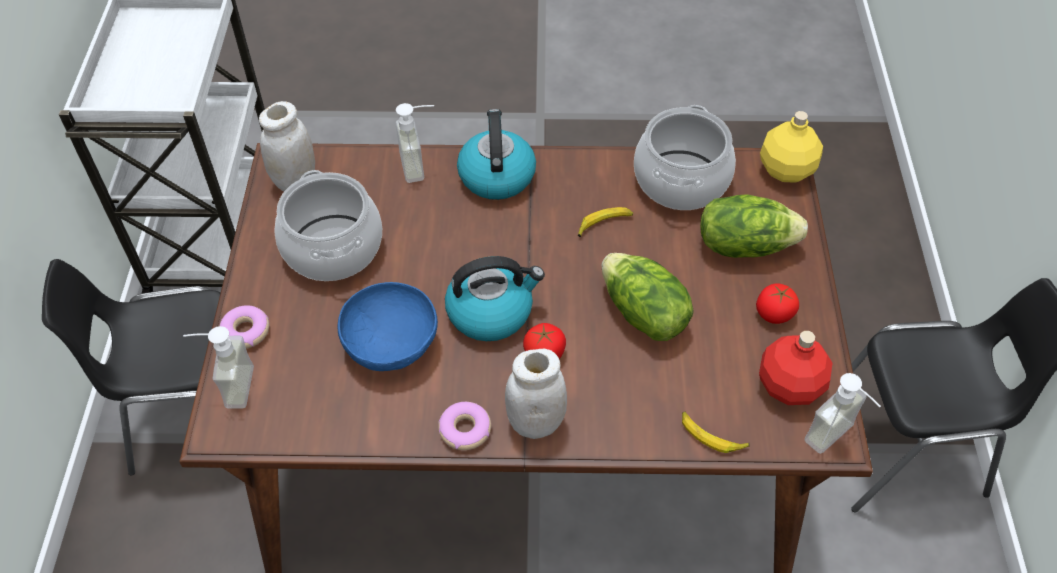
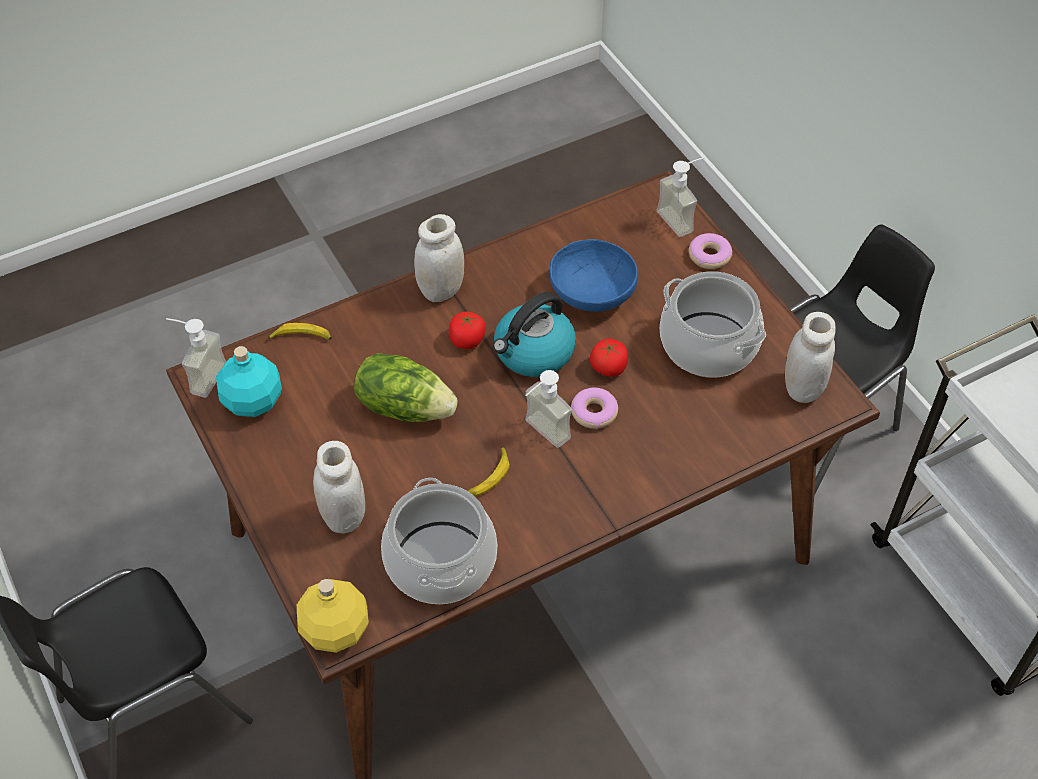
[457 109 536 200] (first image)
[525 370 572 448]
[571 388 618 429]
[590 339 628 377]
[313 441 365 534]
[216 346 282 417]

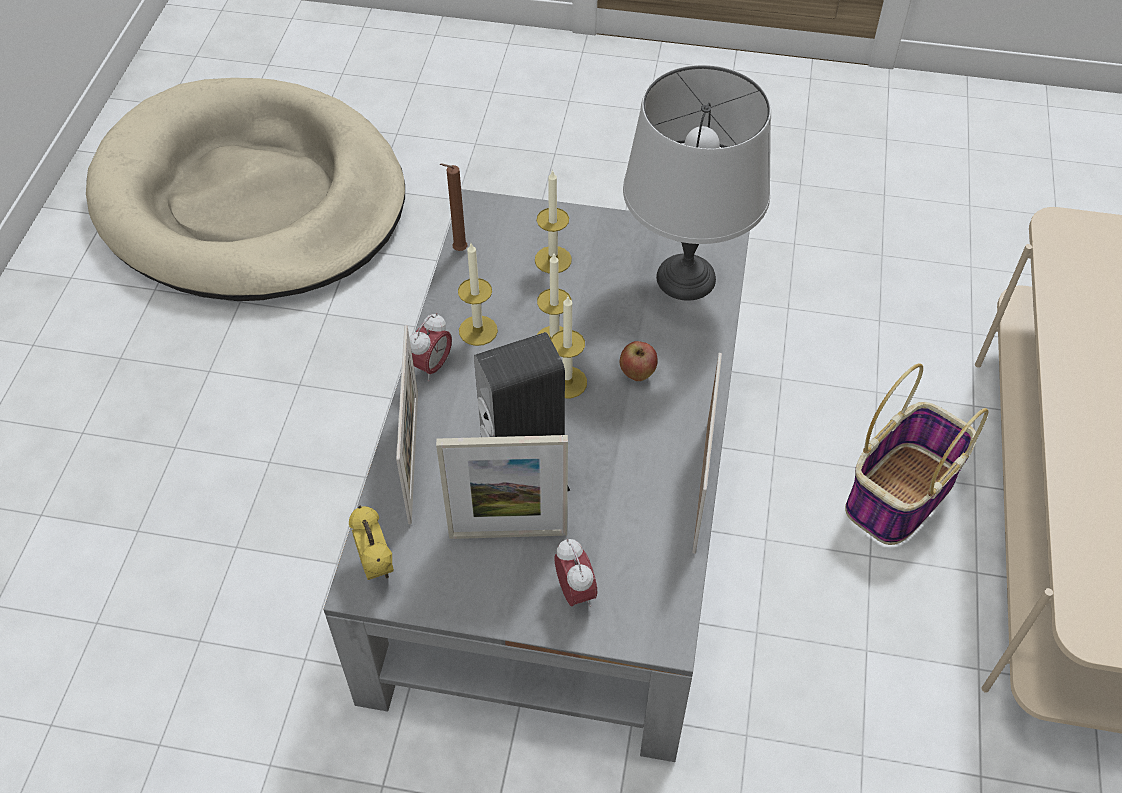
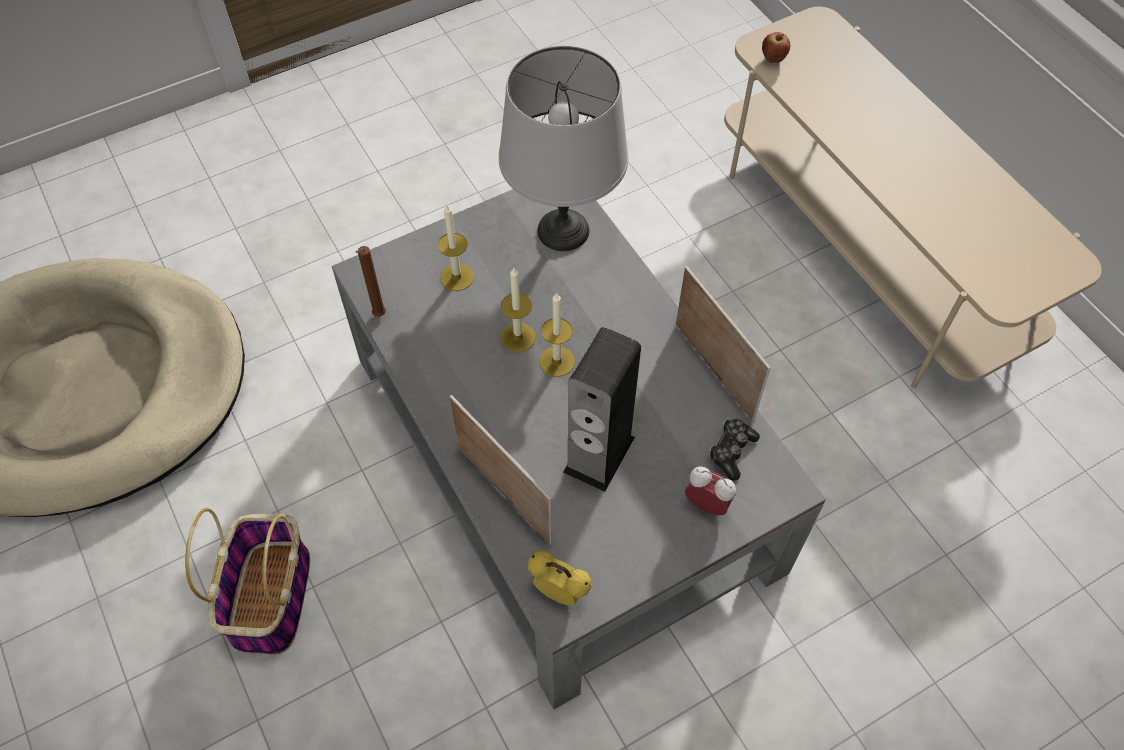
[409 313 452 382] (first image)
[436 435 568 539] (first image)
[458 243 498 346] (first image)
[709 419 760 481]
[762 32 790 63]
[185 508 310 655]

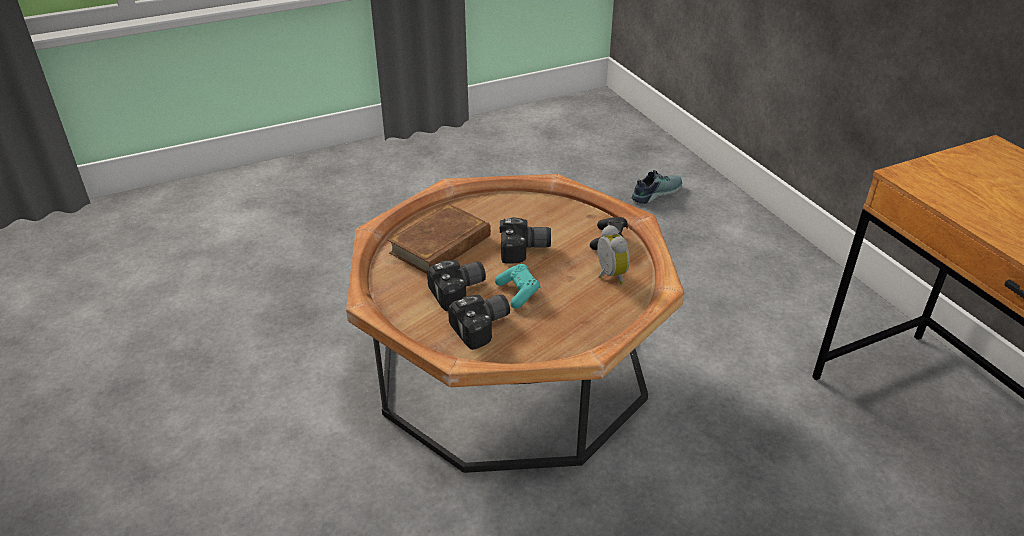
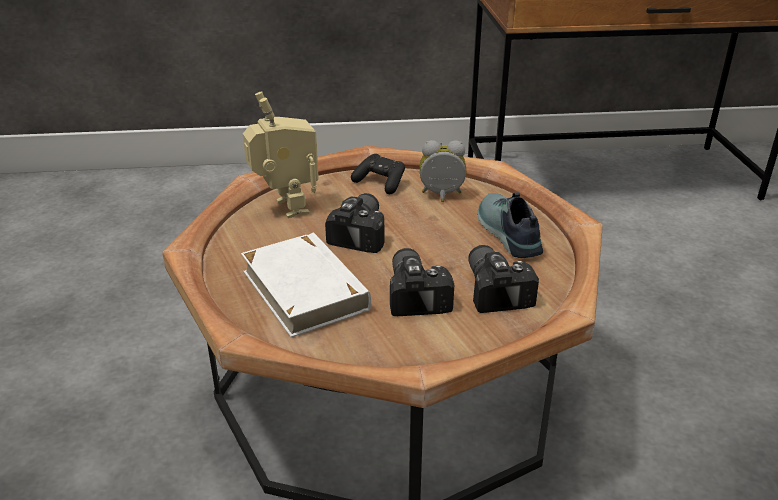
[495 264 541 308] (first image)
[243 91 319 218]
[477 192 543 258]
[241 233 371 337]

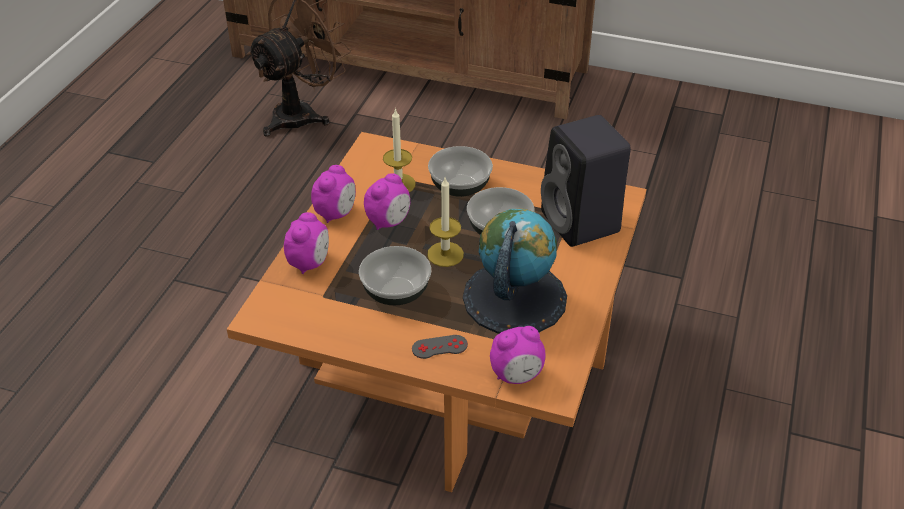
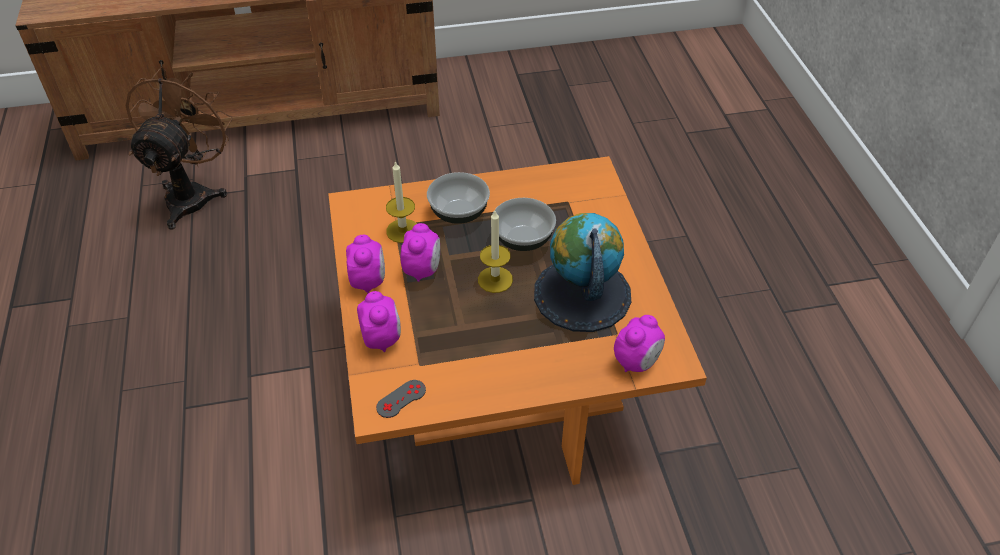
[359 246 431 305] (first image)
[541 115 631 247] (first image)
[376 380 426 418]

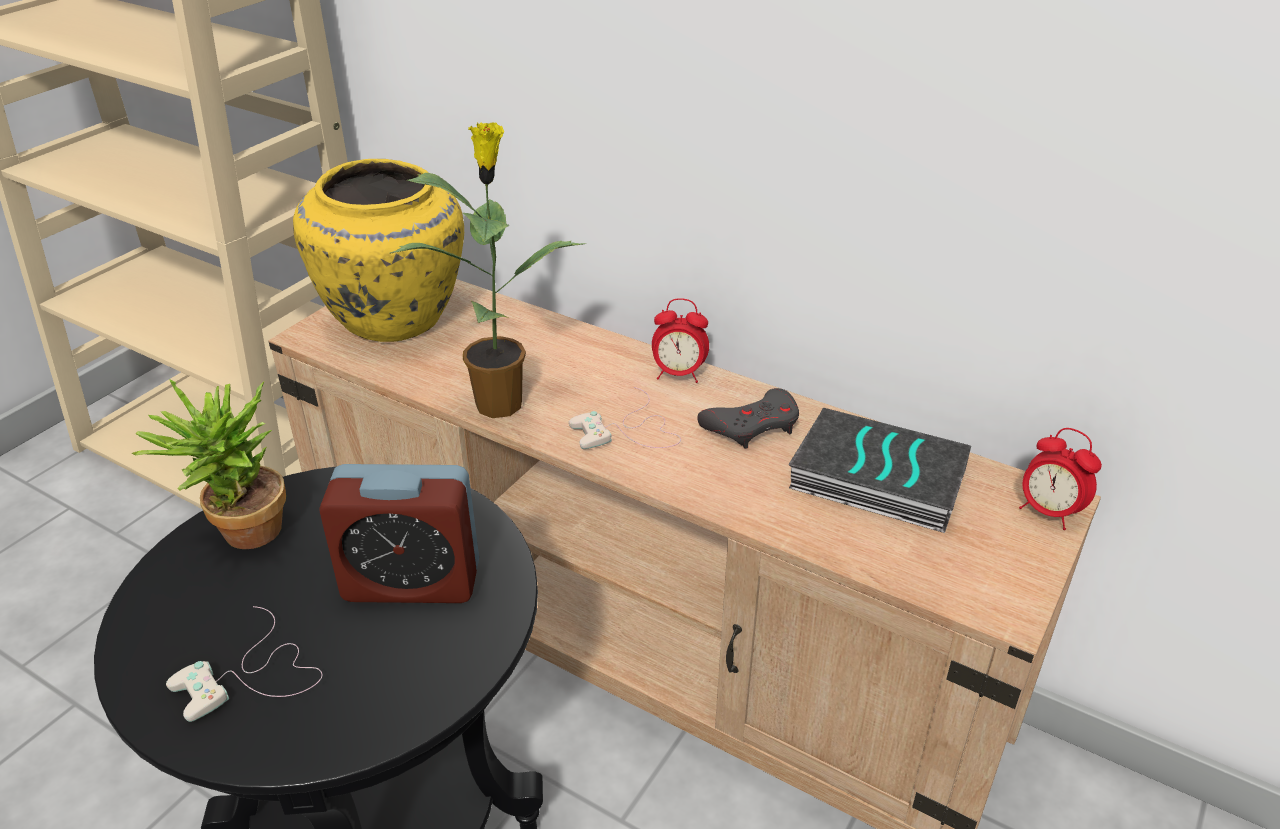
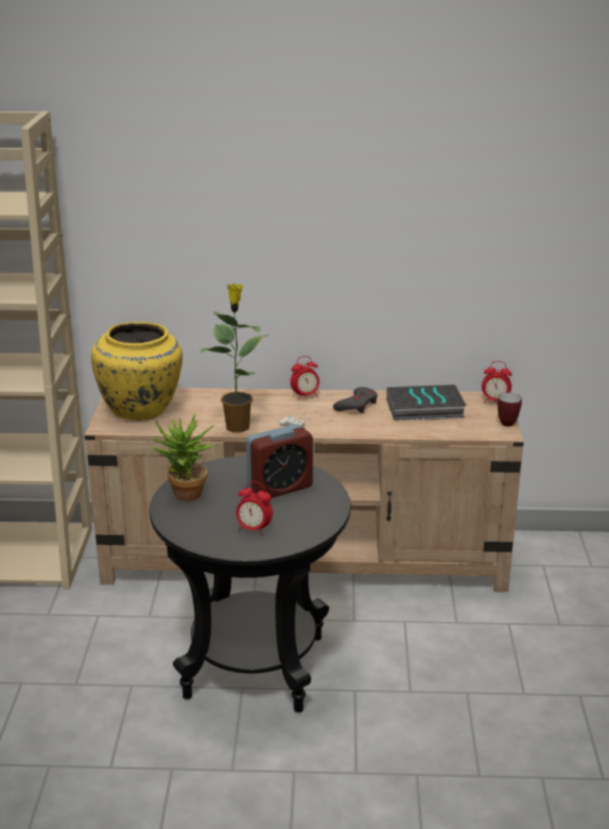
[497 393 522 427]
[236 481 273 536]

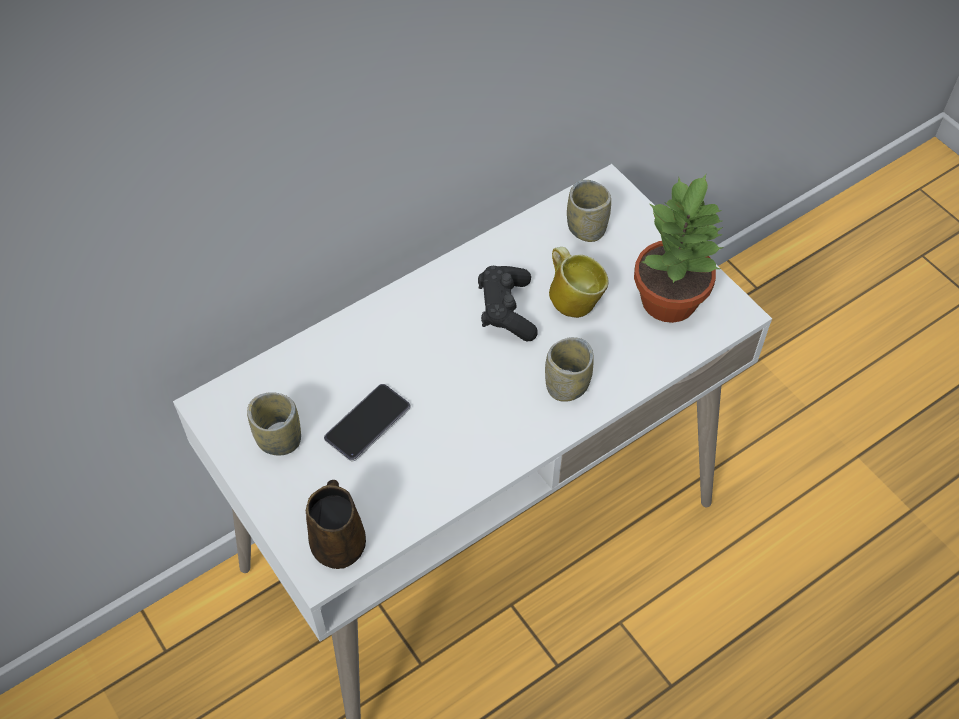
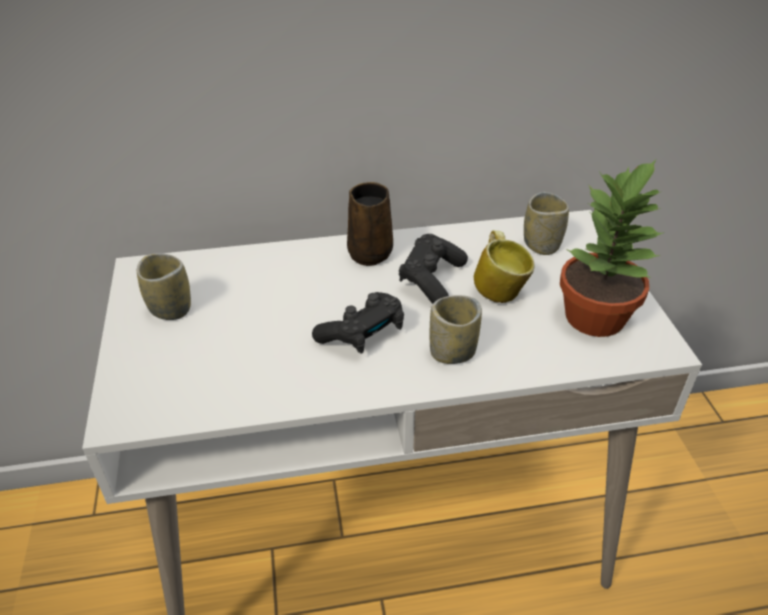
[324 384 411 461] (first image)
[312 292 404 354]
[347 182 393 266]

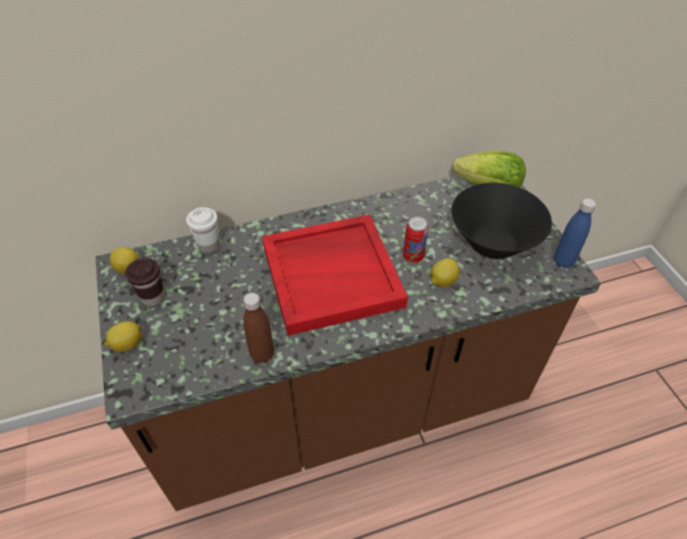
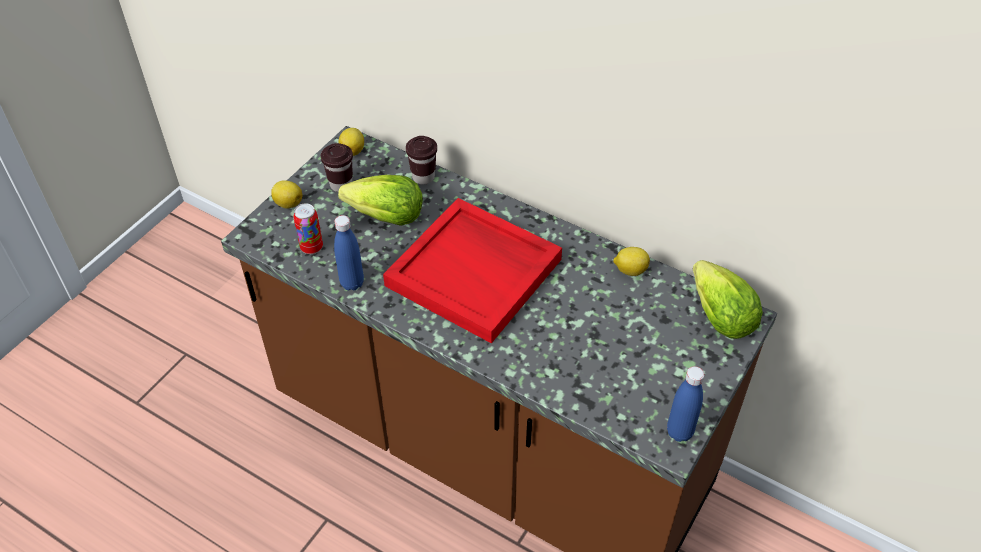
[451 183 552 259] (first image)
[338 175 423 226]
[293 203 323 254]
[613 247 650 276]
[406 136 437 184]
[334 215 364 291]

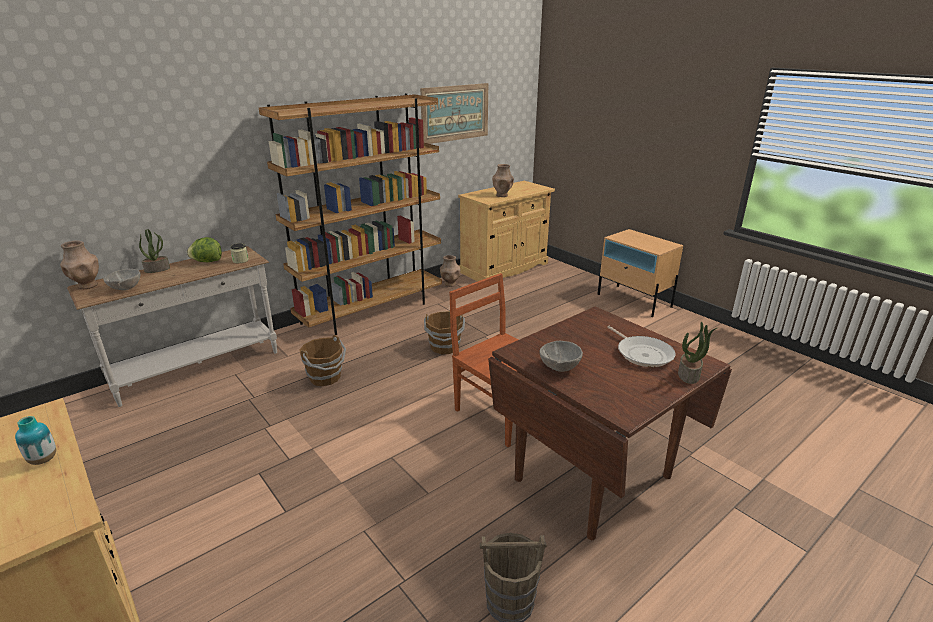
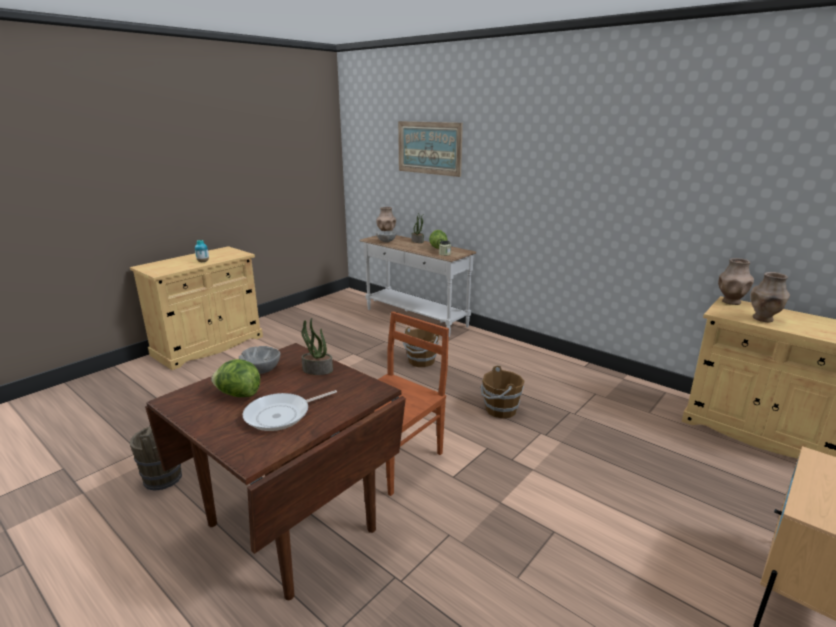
[259 93 442 335] (first image)
[211 359 260 397]
[398 121 463 177]
[718 258 754 305]
[301 318 333 375]

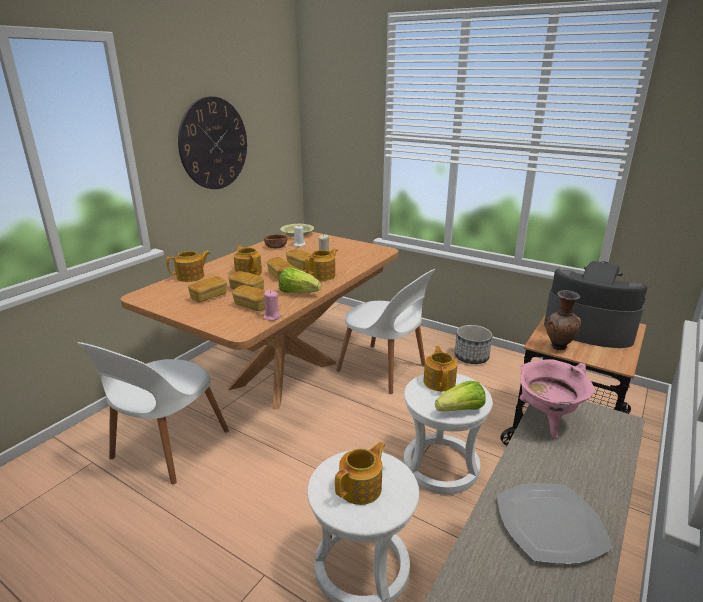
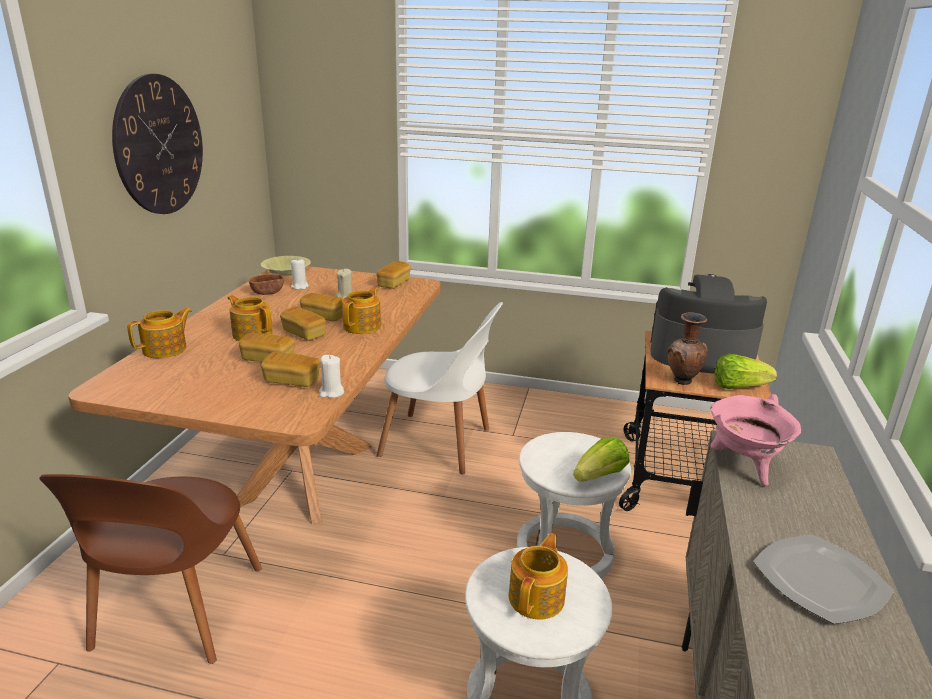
[423 346 458 391] (first image)
[455 325 492 364] (first image)
[376 261 411 289]
[714 354 777 389]
[39 474 262 664]
[319 355 344 398]

